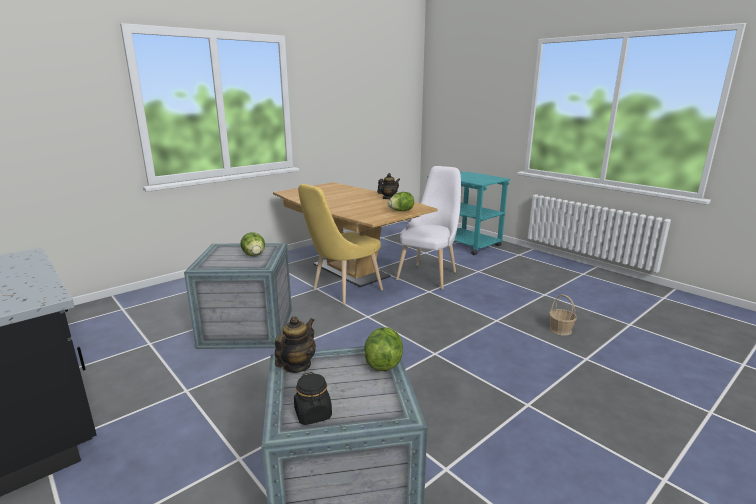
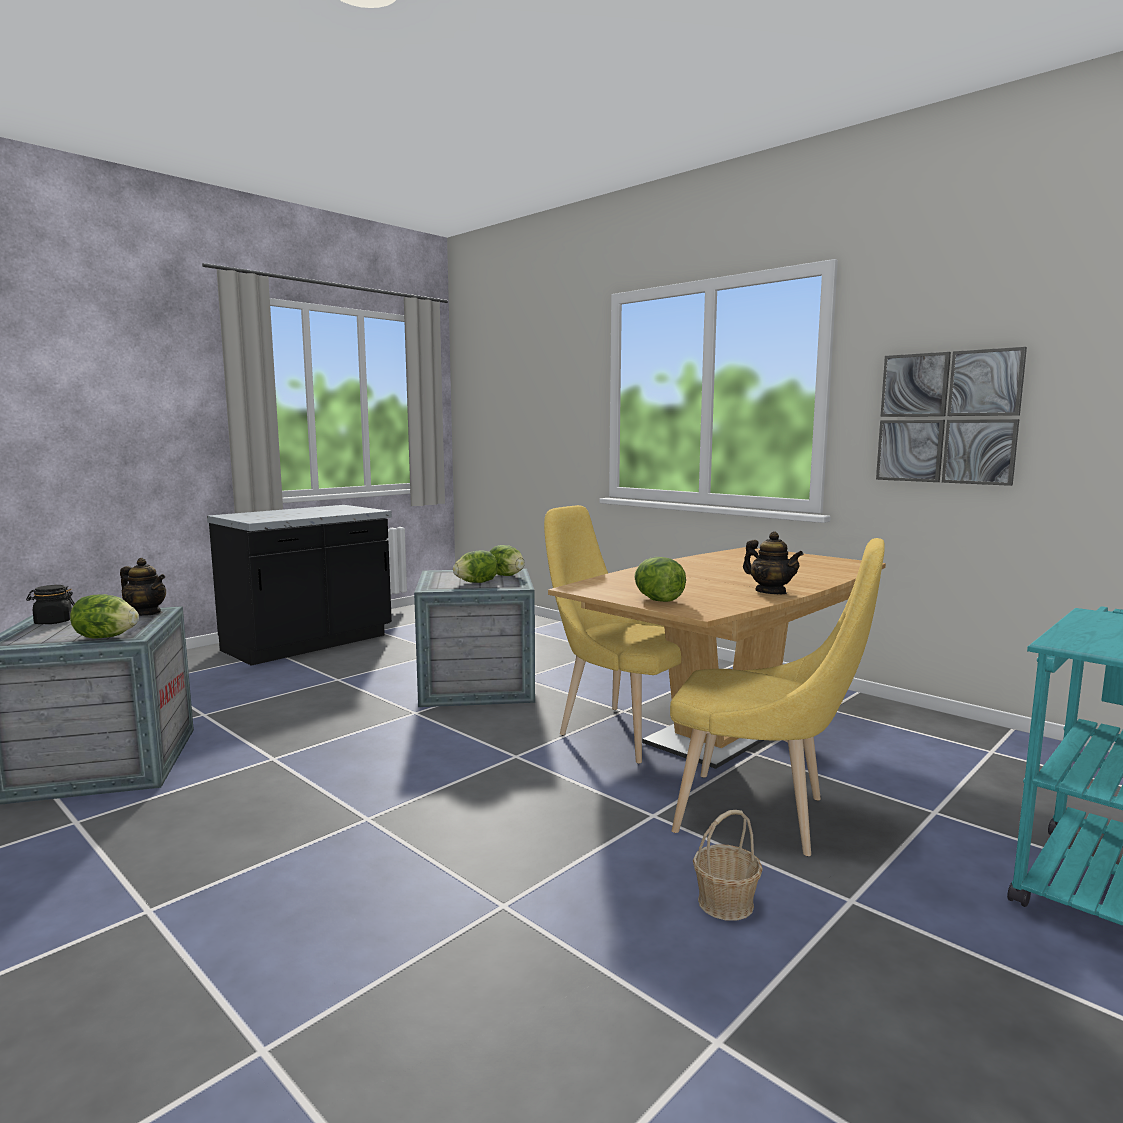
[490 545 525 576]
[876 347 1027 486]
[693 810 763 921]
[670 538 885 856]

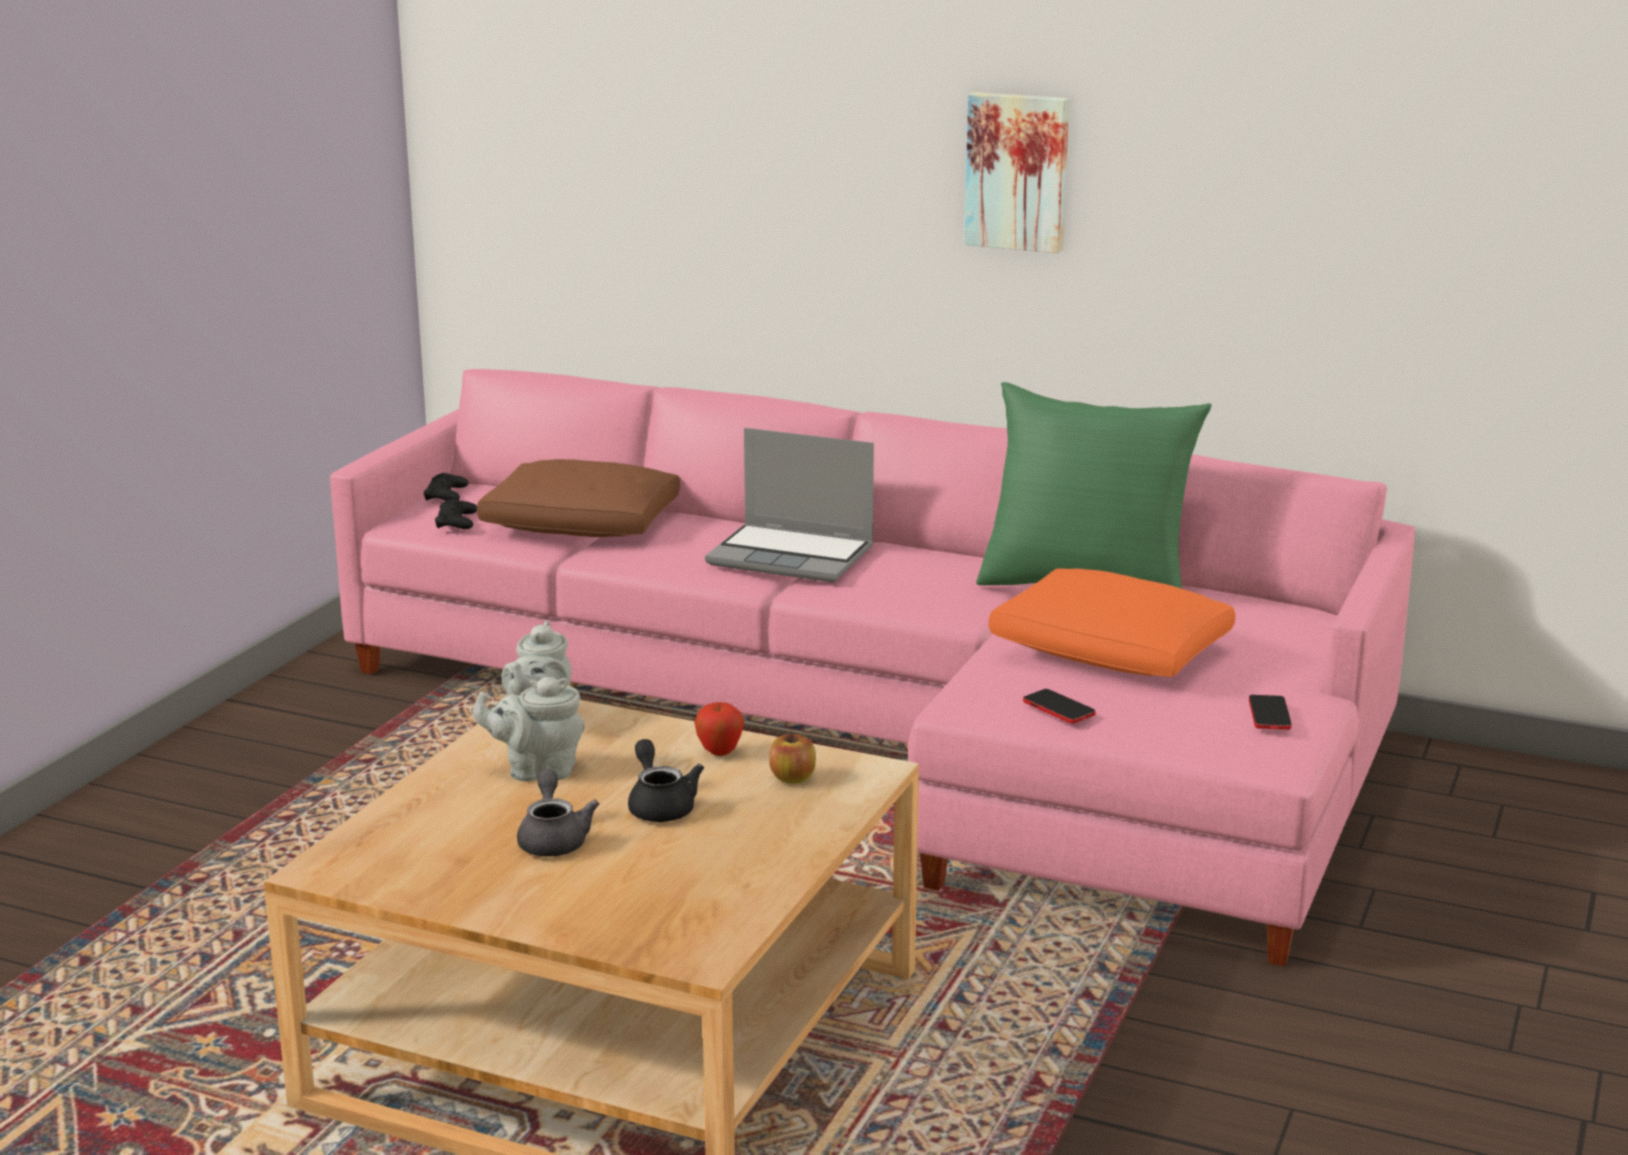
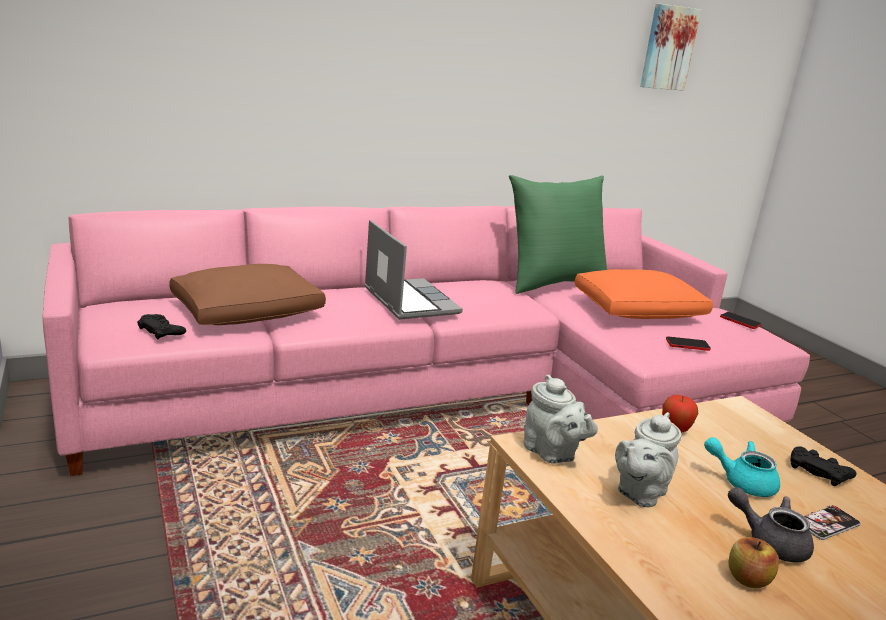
[804 505 861 540]
[791 446 856 486]
[728 537 779 588]
[640 4 701 91]
[704 437 780 497]
[364 220 463 320]

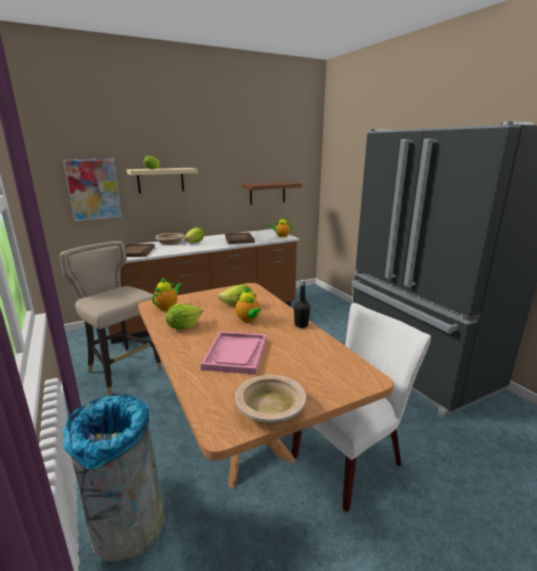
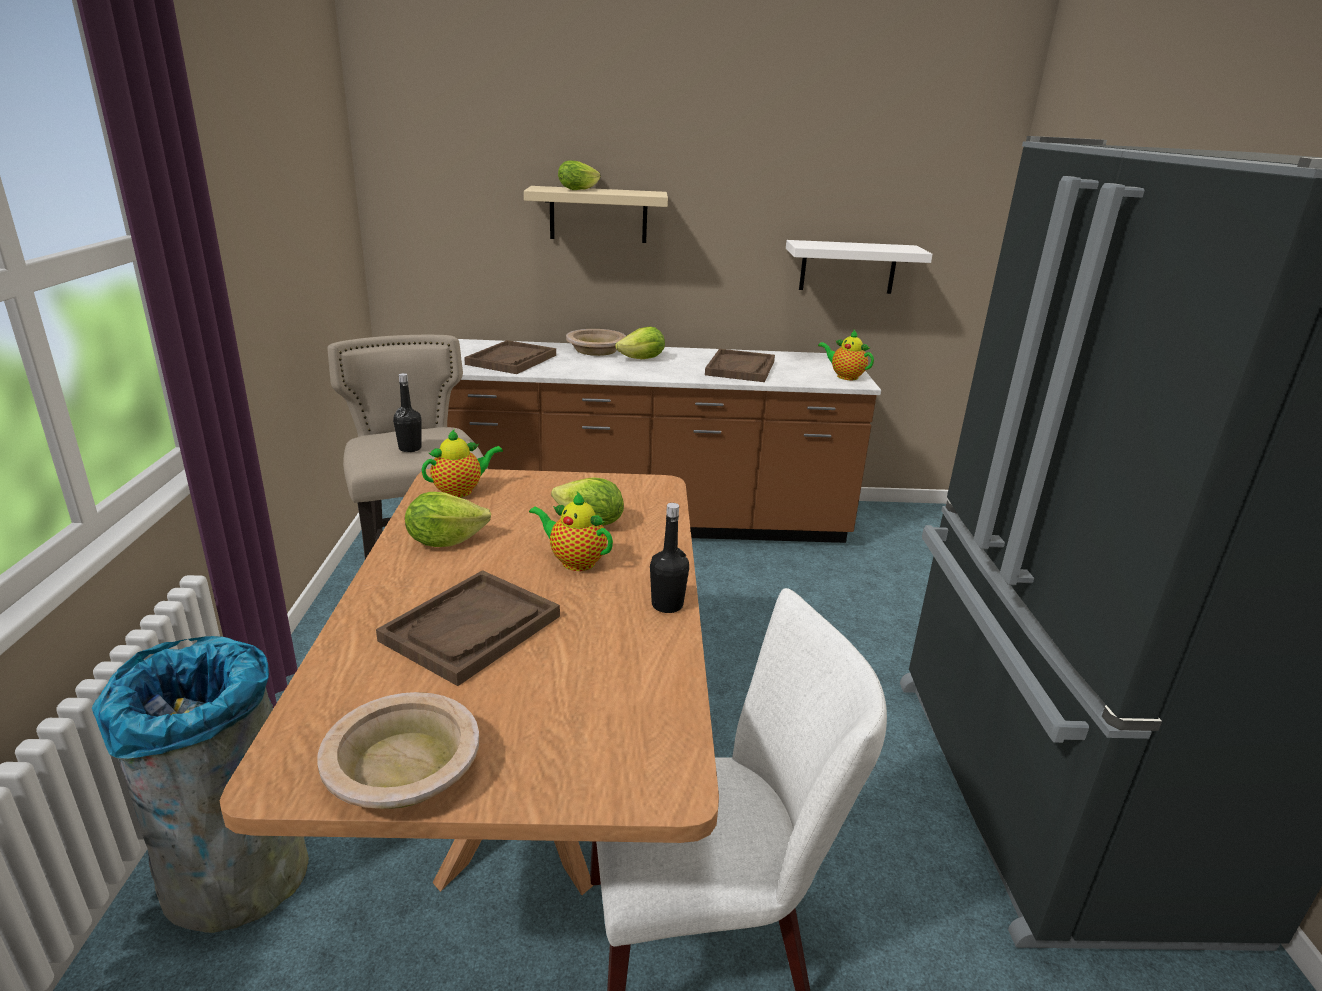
[62 159 122 221] (first image)
[393 373 421 452]
[376 570 560 686]
[786 240 933 294]
[529 492 613 571]

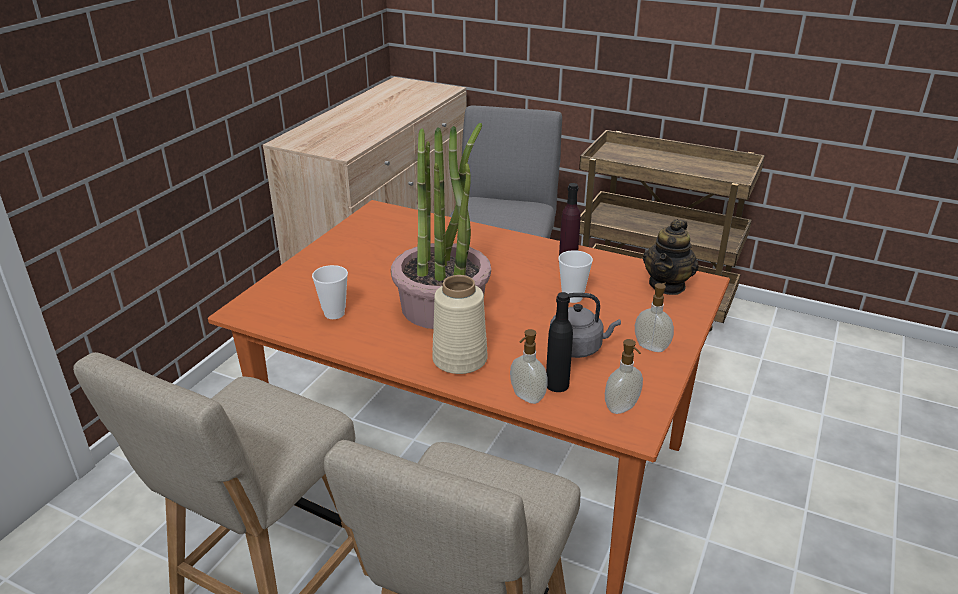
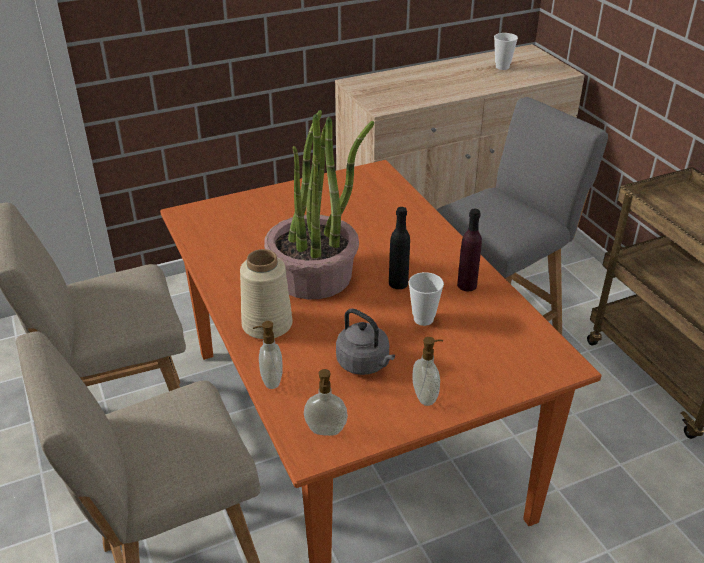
[643 220 699 295] (first image)
[494 33 518 70]
[389 207 410 289]

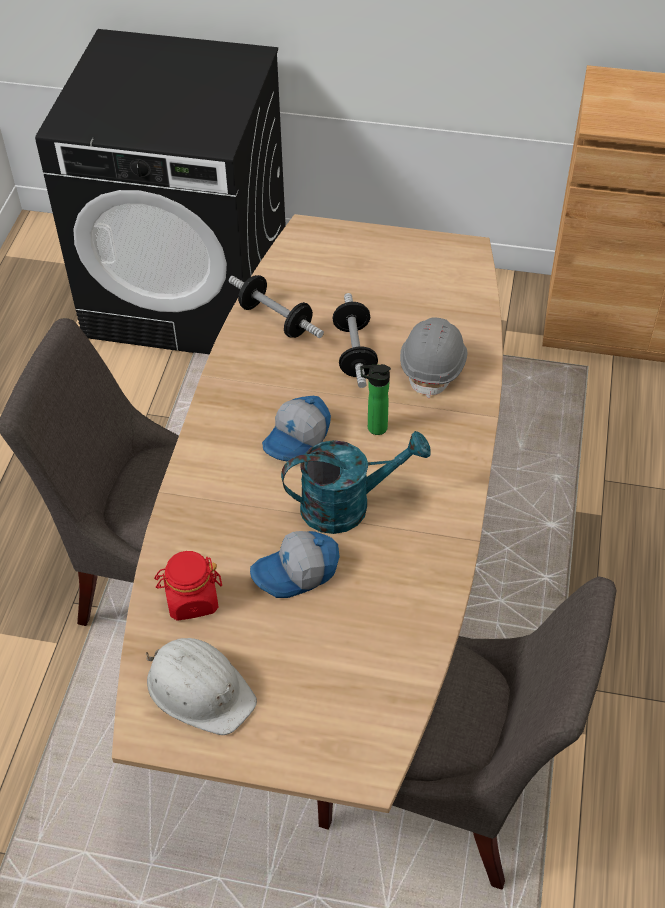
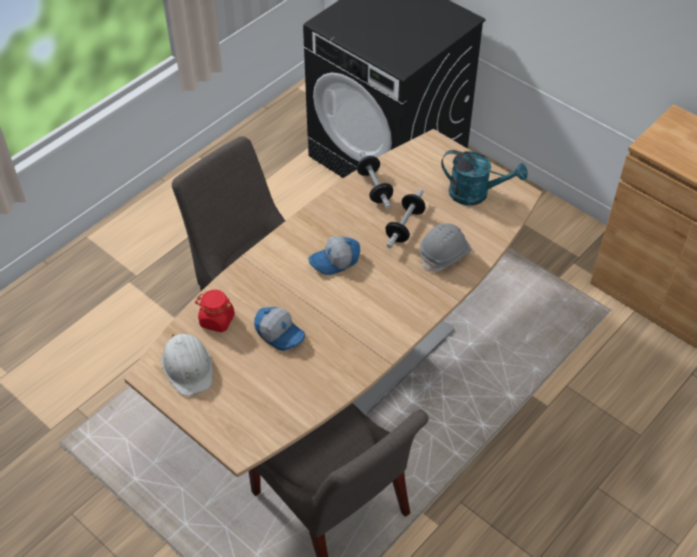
[360 364 391 435] (first image)
[441 150 528 206]
[254 307 305 351]

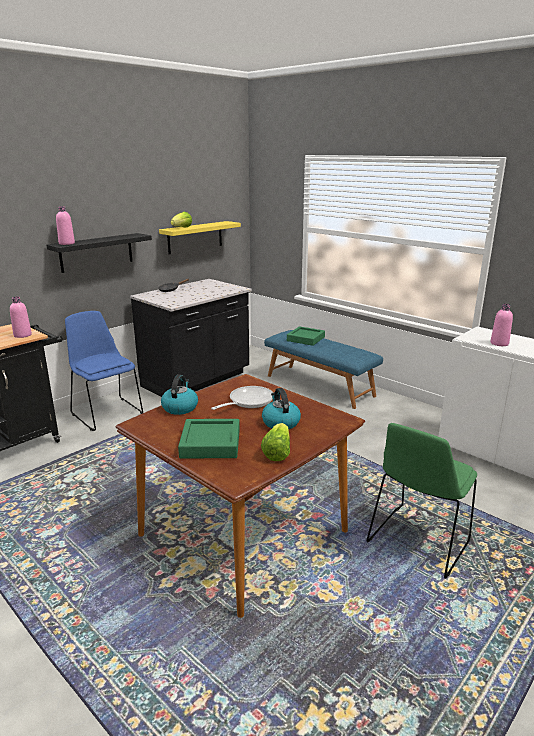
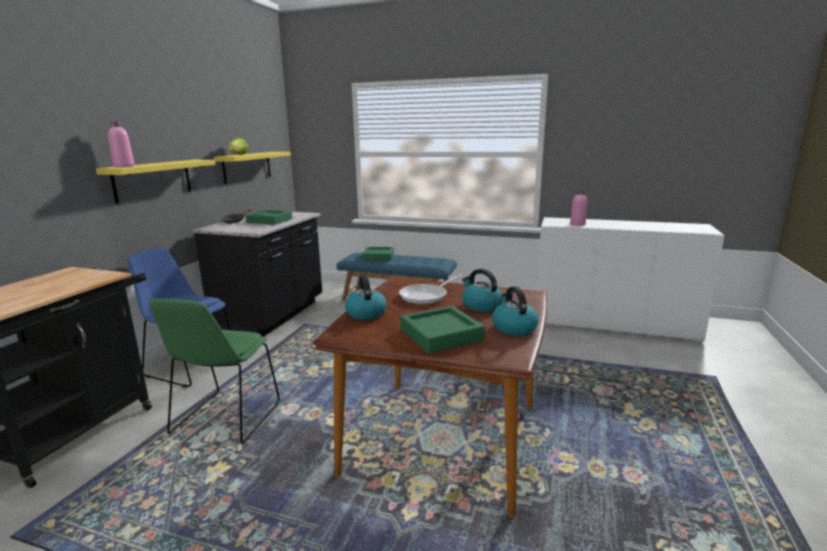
[10 297 32 338] (first image)
[245 210 292 225]
[149 299 280 443]
[492 286 539 336]
[96 160 216 204]
[399 275 462 304]

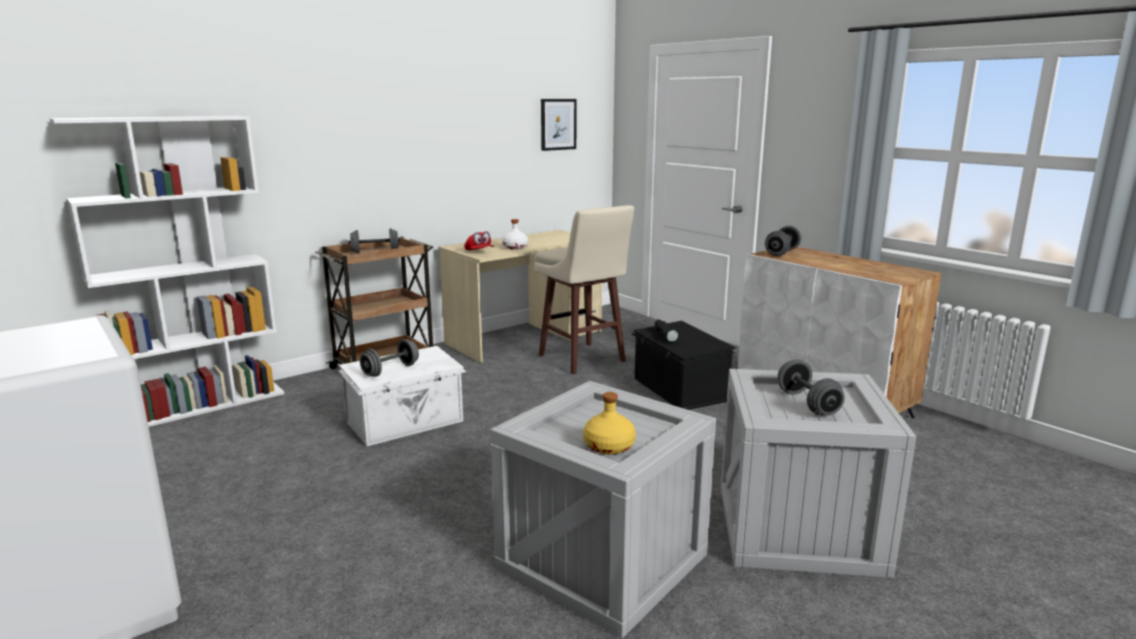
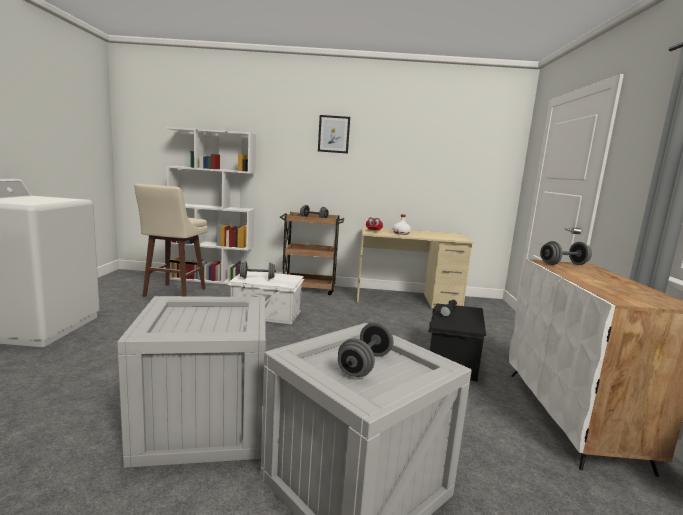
[583 392 636 455] (first image)
[134 184 208 297]
[318 115 350 154]

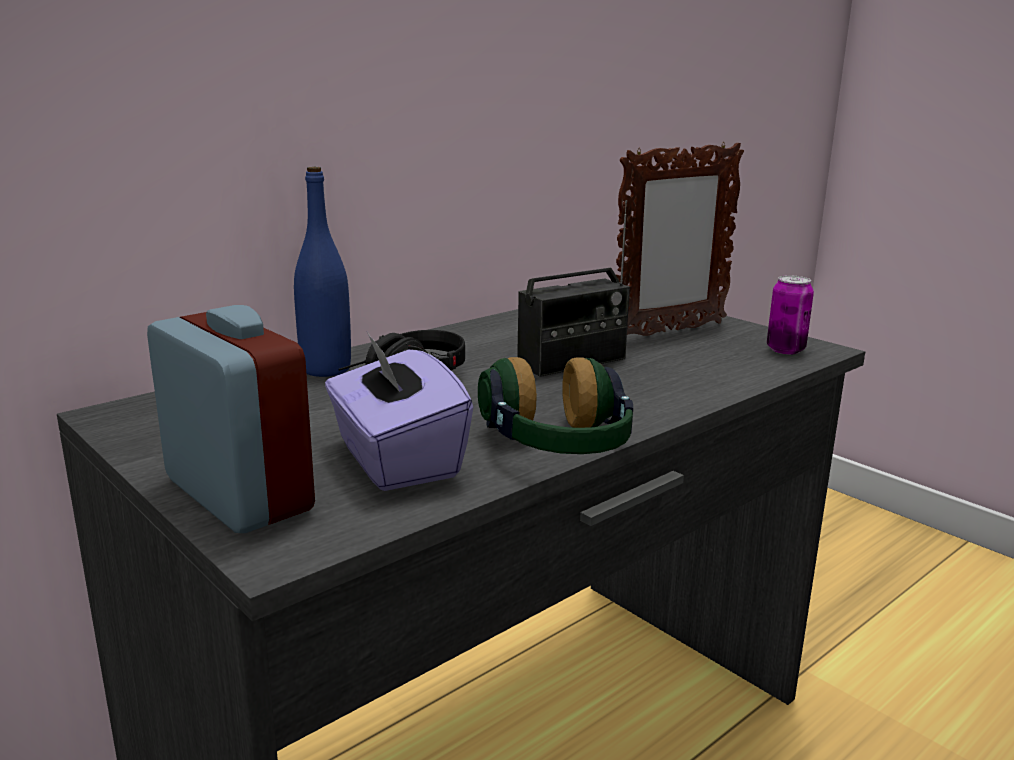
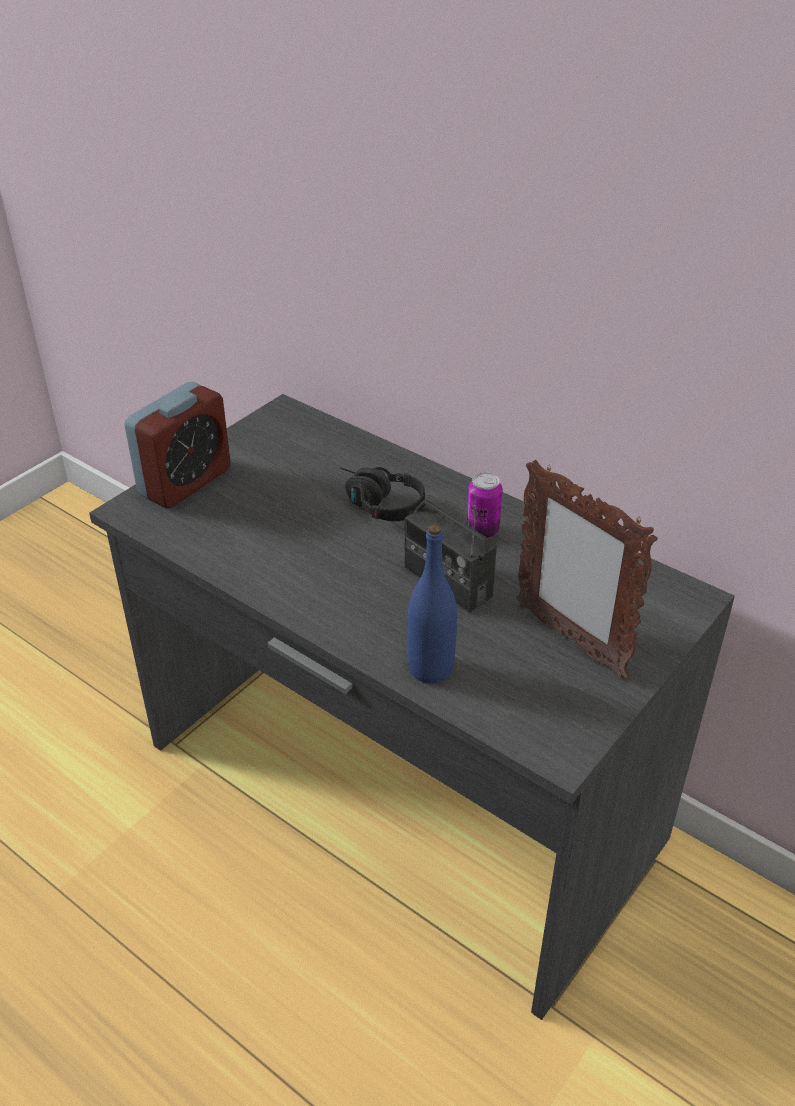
[325 332 473 491] (first image)
[478 357 633 454] (first image)
[407 524 457 683]
[467 472 503 538]

